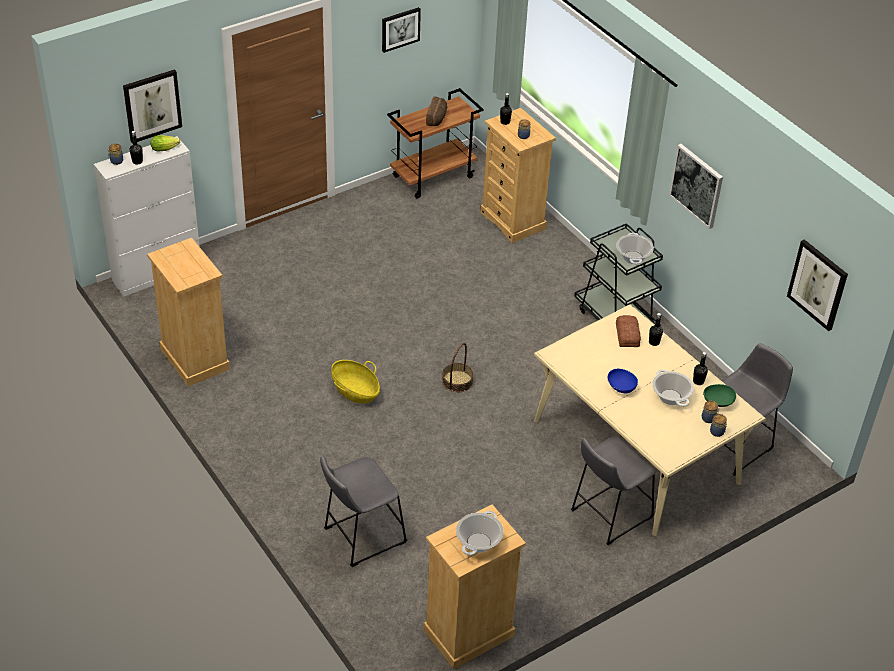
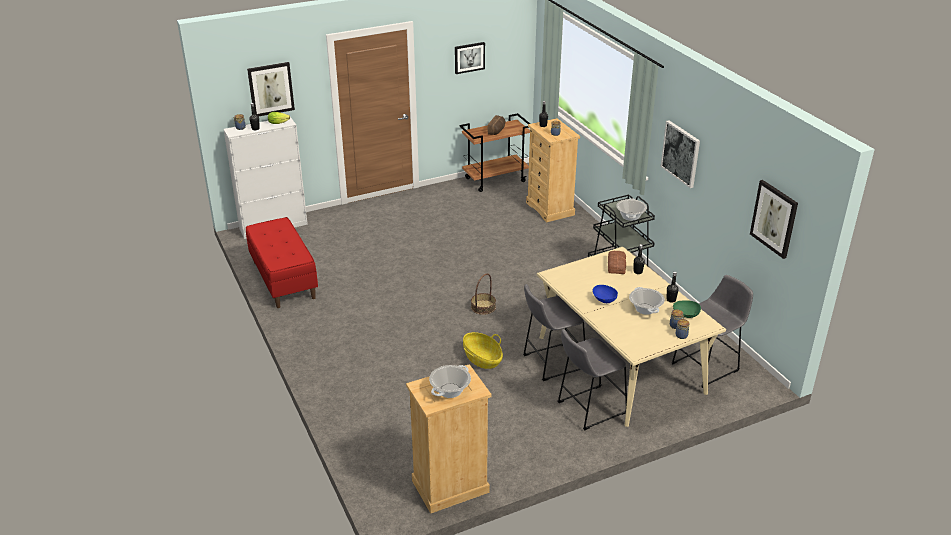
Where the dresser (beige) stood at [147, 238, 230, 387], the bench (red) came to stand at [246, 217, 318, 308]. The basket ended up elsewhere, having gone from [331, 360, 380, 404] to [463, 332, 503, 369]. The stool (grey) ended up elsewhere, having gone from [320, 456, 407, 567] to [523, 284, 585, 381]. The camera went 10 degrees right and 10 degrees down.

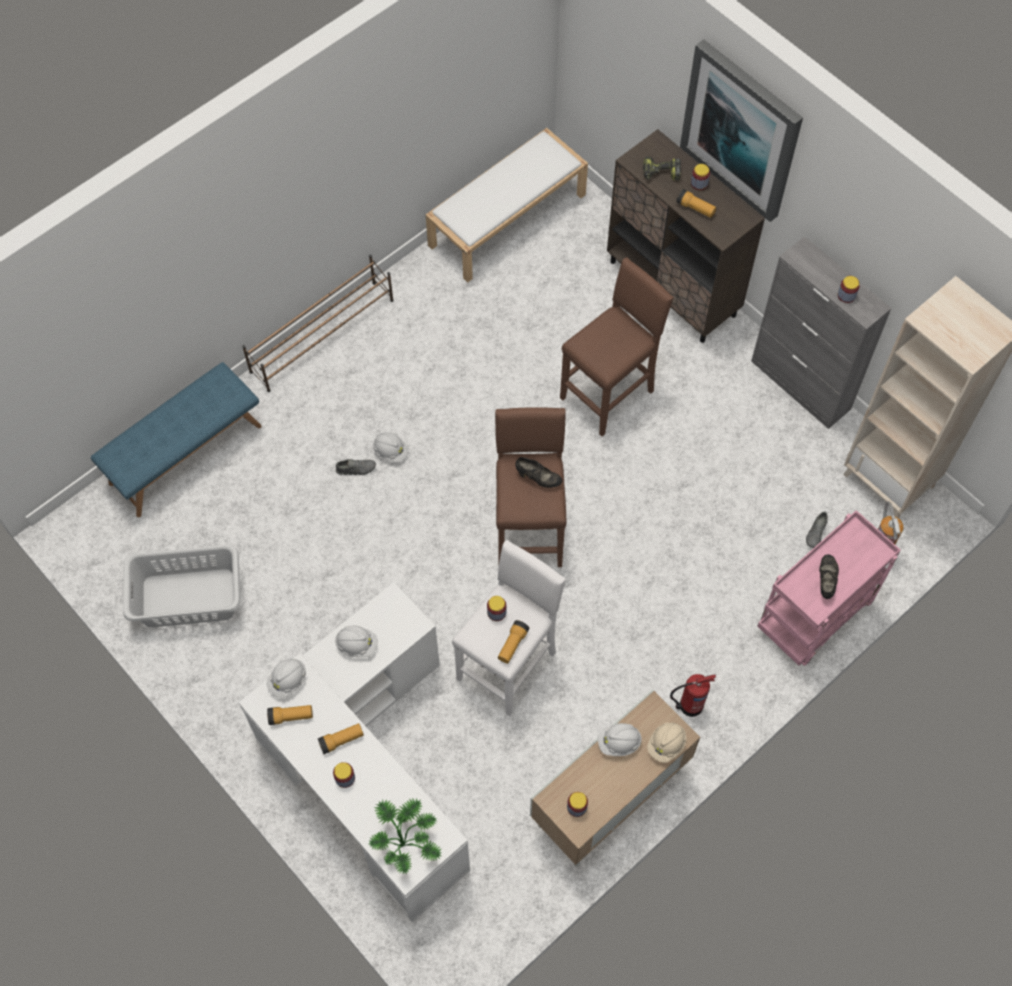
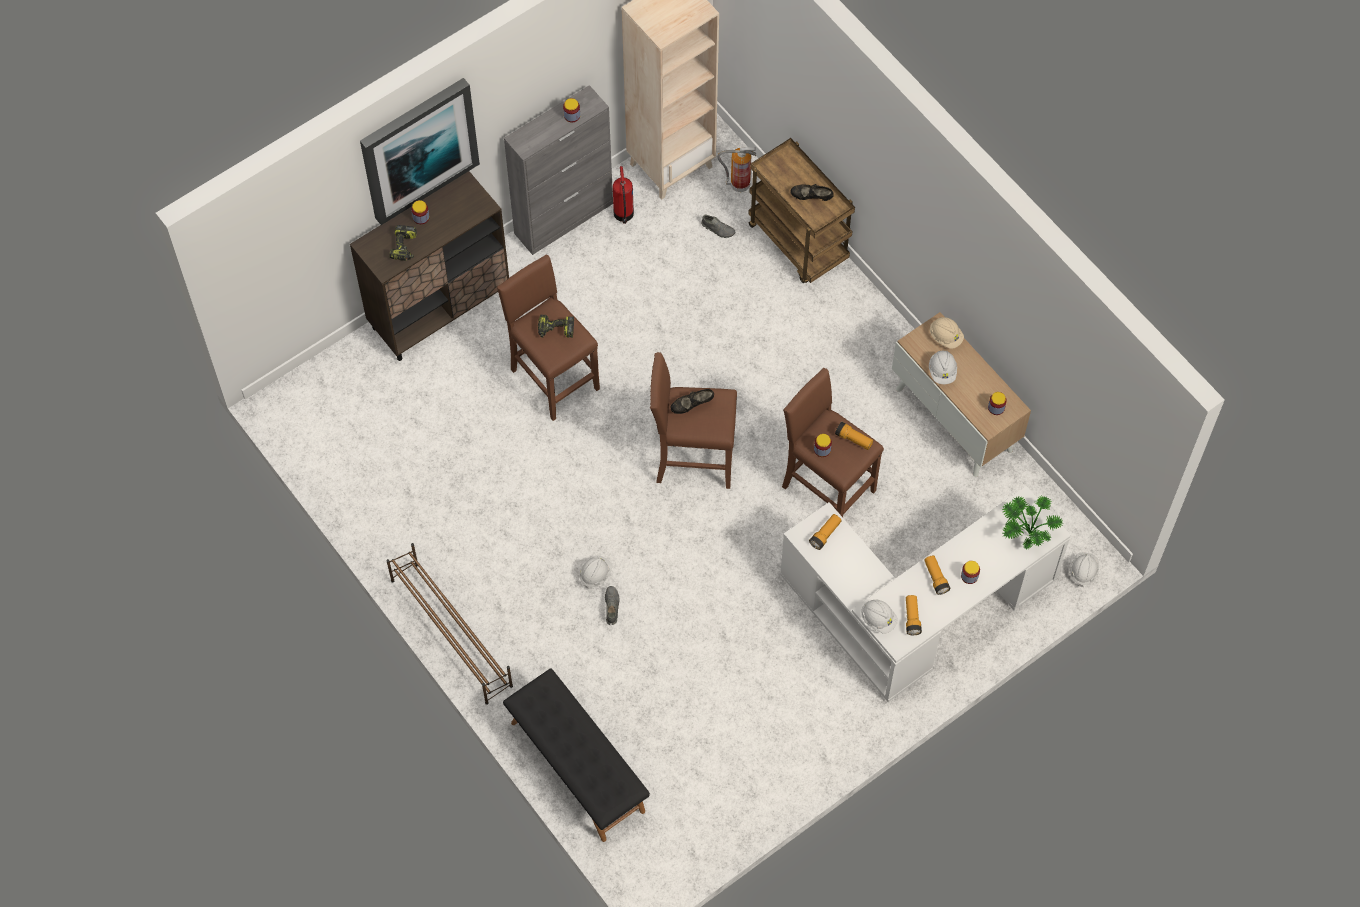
What was the bench (blue) at [91, 362, 262, 517] turned into the bench (black) at [503, 669, 650, 842]. The second view gained the power drill at [538, 314, 574, 338]. The fire extinguisher ended up elsewhere, having gone from [670, 674, 716, 717] to [613, 166, 634, 224]. The shoe (black) at [515, 457, 562, 488] ended up facing another way, 135 degrees counterclockwise from before. What was the cart (pink) at [757, 510, 901, 666] turned into the cart (brown) at [748, 138, 855, 283]. What was the stool (white) at [452, 540, 566, 716] turned into the stool (brown) at [782, 368, 884, 517]. The flashlight ended up elsewhere, having gone from [676, 189, 716, 218] to [809, 514, 842, 550]. The hard hat (white) ended up elsewhere, having gone from [335, 625, 378, 658] to [1070, 552, 1099, 587]. The second view lost the laundry basket (grey) at [123, 545, 240, 628]. The second view lost the bench (white) at [426, 128, 588, 283]. The camera went 85 degrees left and 0 degrees up.

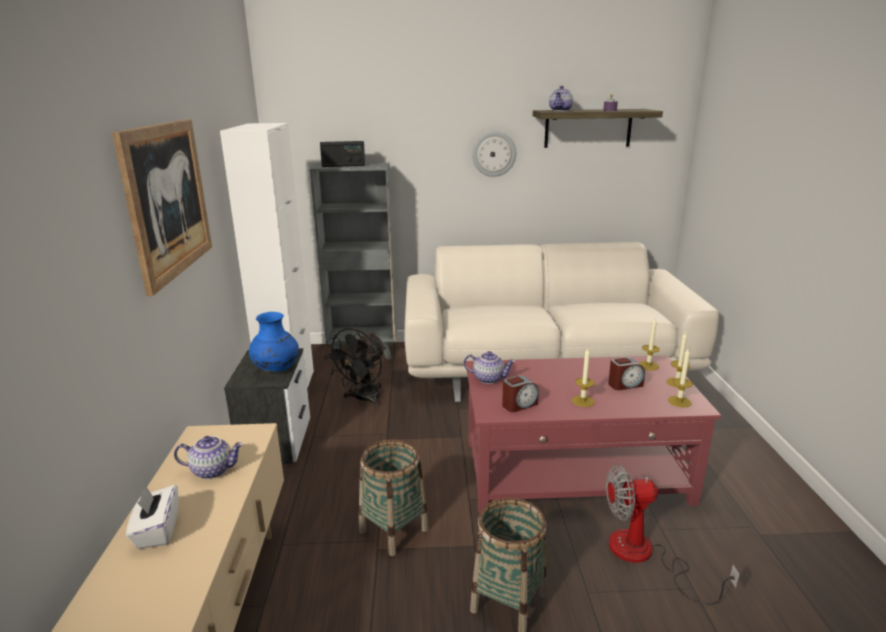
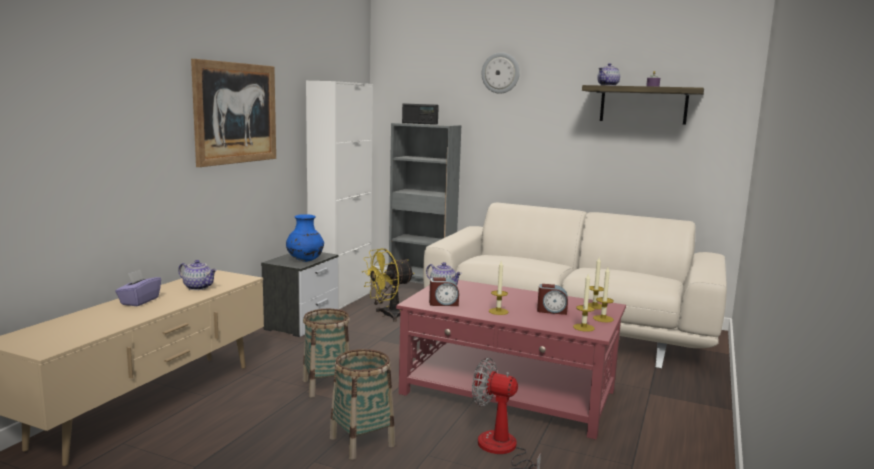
What was the tissue box (white) at [126, 485, 179, 549] turned into the tissue box (purple) at [115, 269, 161, 306]. What was the fan (black) at [324, 328, 386, 407] turned into the fan (yellow) at [362, 248, 415, 322]. The wall clock ended up elsewhere, having gone from [472, 131, 516, 177] to [482, 53, 520, 94]. The camera went 25 degrees right and 10 degrees down.

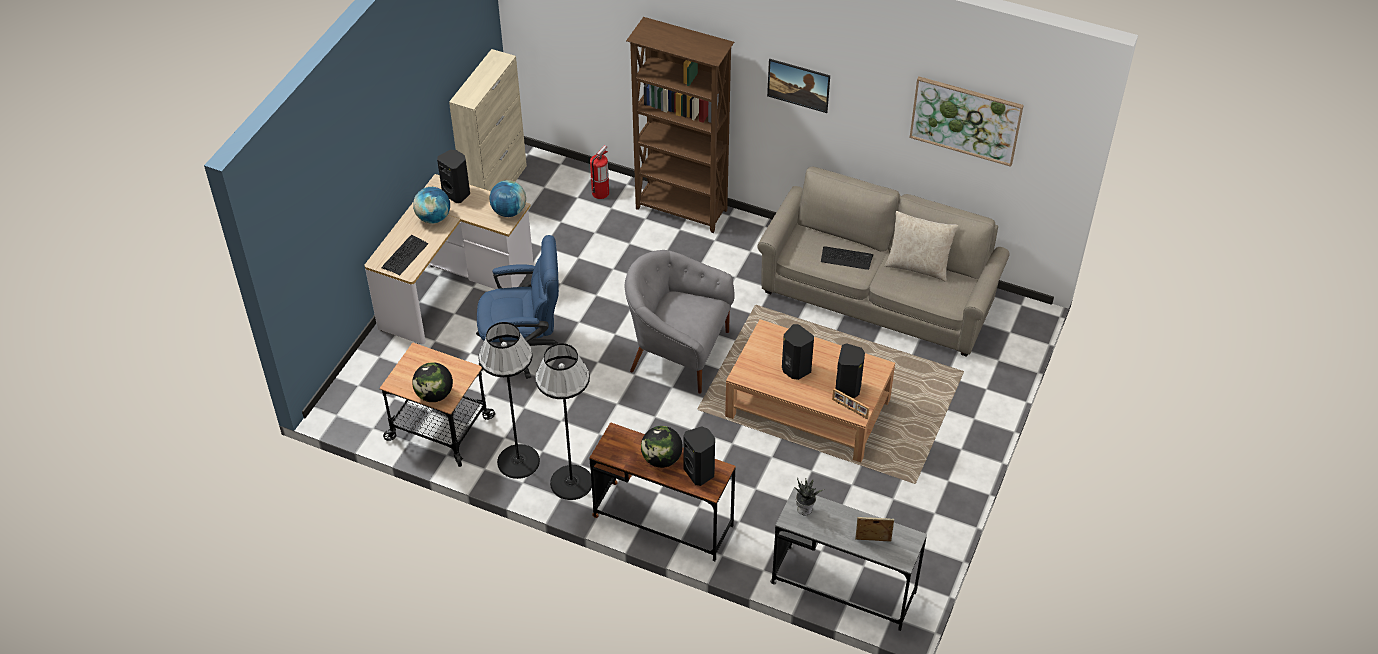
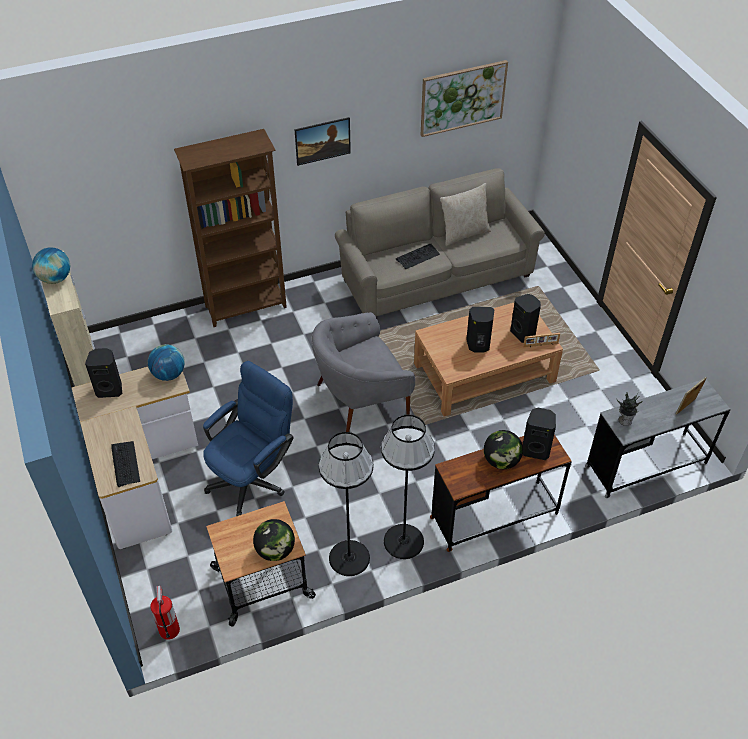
The globe ended up elsewhere, having gone from [413, 187, 450, 224] to [32, 247, 70, 284]. The fire extinguisher ended up elsewhere, having gone from [590, 145, 609, 199] to [150, 586, 180, 640]. The camera went 45 degrees left and 0 degrees up.

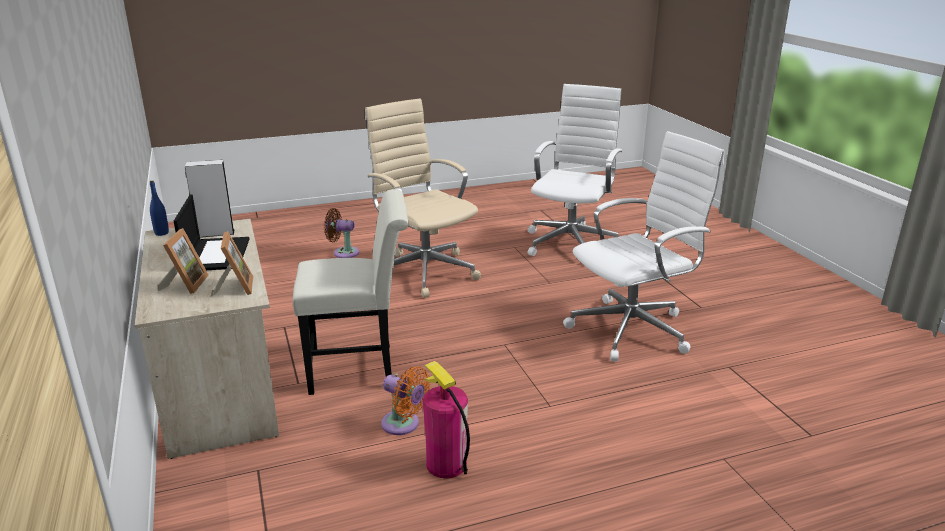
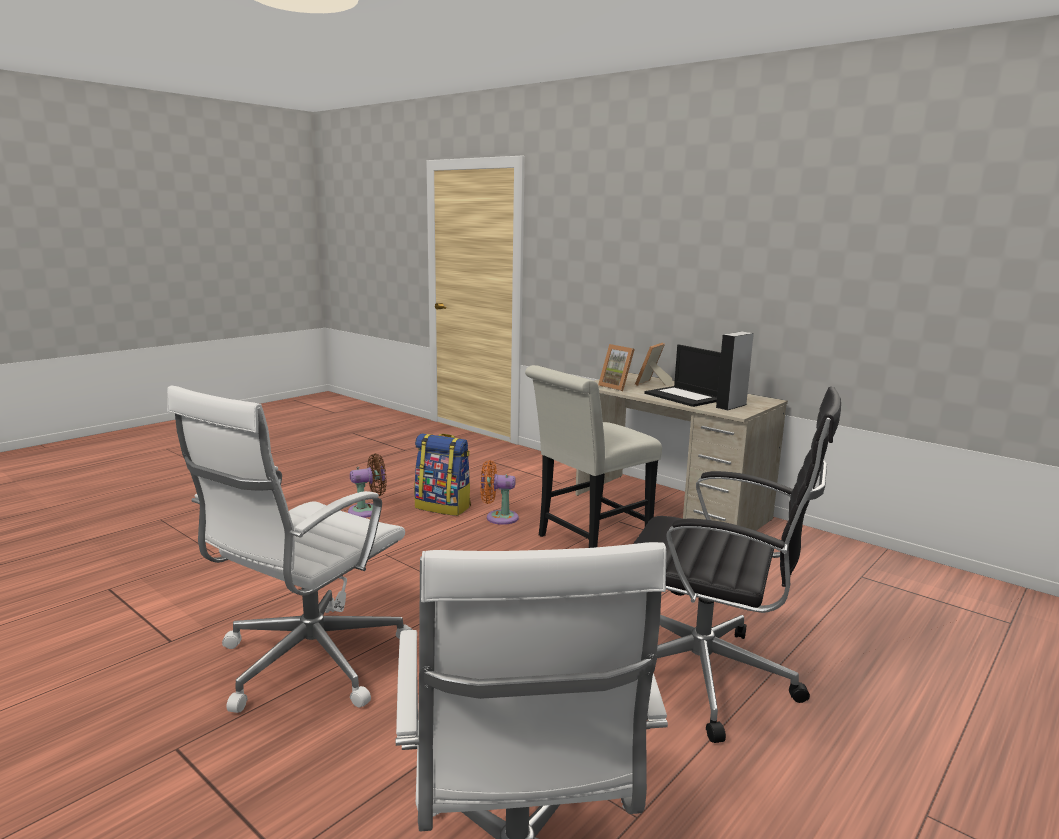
The fan (brown) ended up elsewhere, having gone from [325, 208, 359, 258] to [348, 453, 386, 518]. Where the fire extinguisher stood at [422, 361, 470, 478], the backpack came to stand at [414, 434, 471, 516]. What was the office chair (beige) at [365, 98, 481, 298] turned into the office chair (black) at [633, 387, 841, 743]. The picture frame at [158, 228, 209, 294] ended up facing another way, 60 degrees clockwise from before. The second view lost the bottle (blue) at [150, 181, 169, 236]. The camera went 150 degrees right and 10 degrees down.

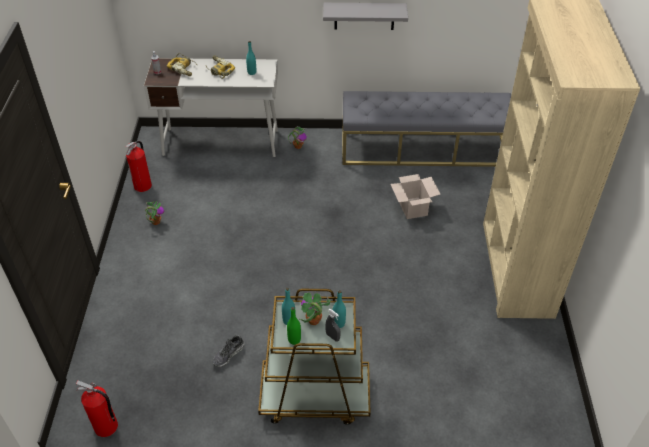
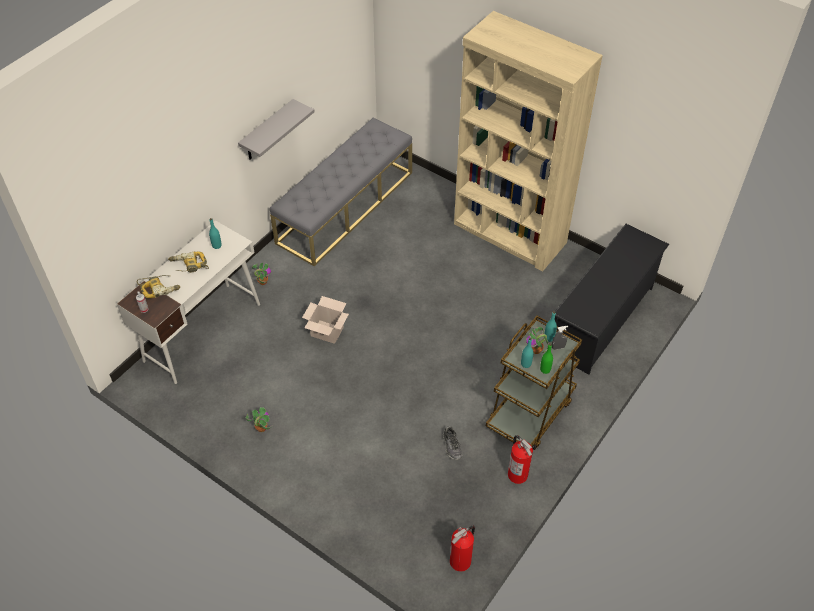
The cardboard box ended up elsewhere, having gone from [391, 174, 440, 219] to [302, 296, 349, 344]. The fire extinguisher ended up elsewhere, having gone from [125, 141, 152, 192] to [508, 435, 533, 484]. The second view gained the shoe rack (black) at [555, 224, 669, 375]. The camera went 55 degrees left and 5 degrees up.

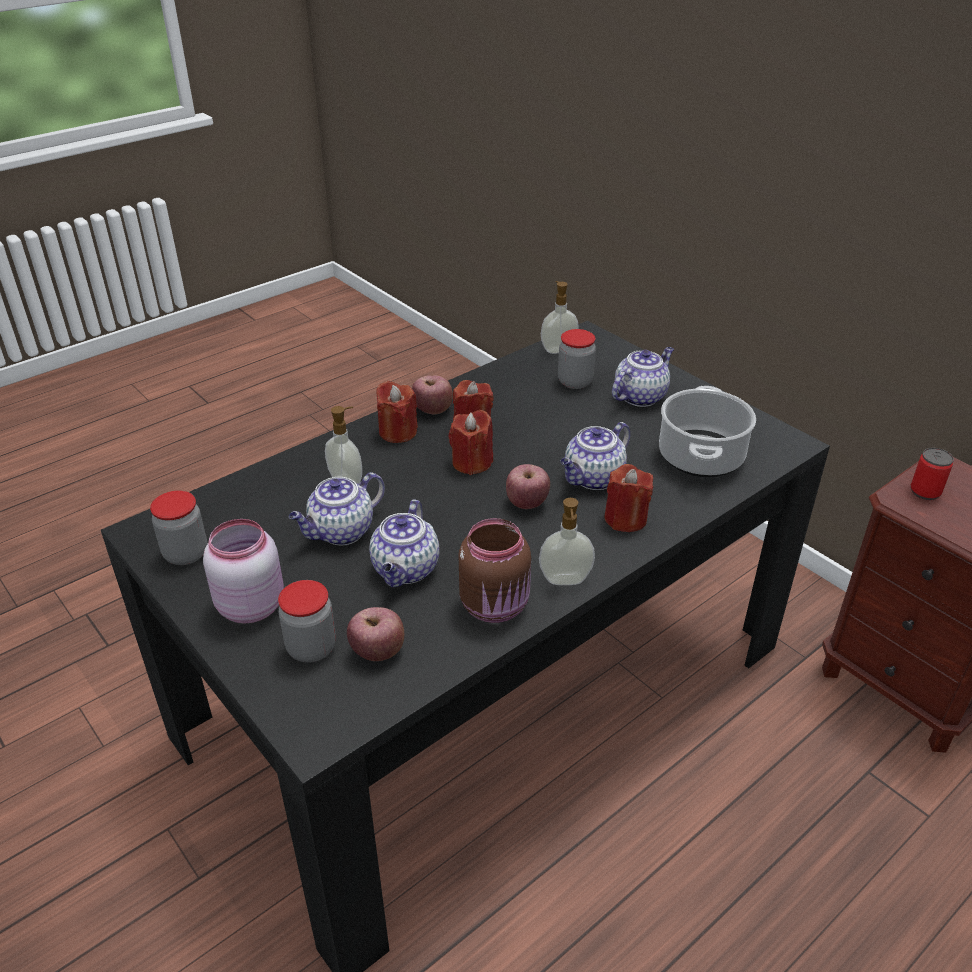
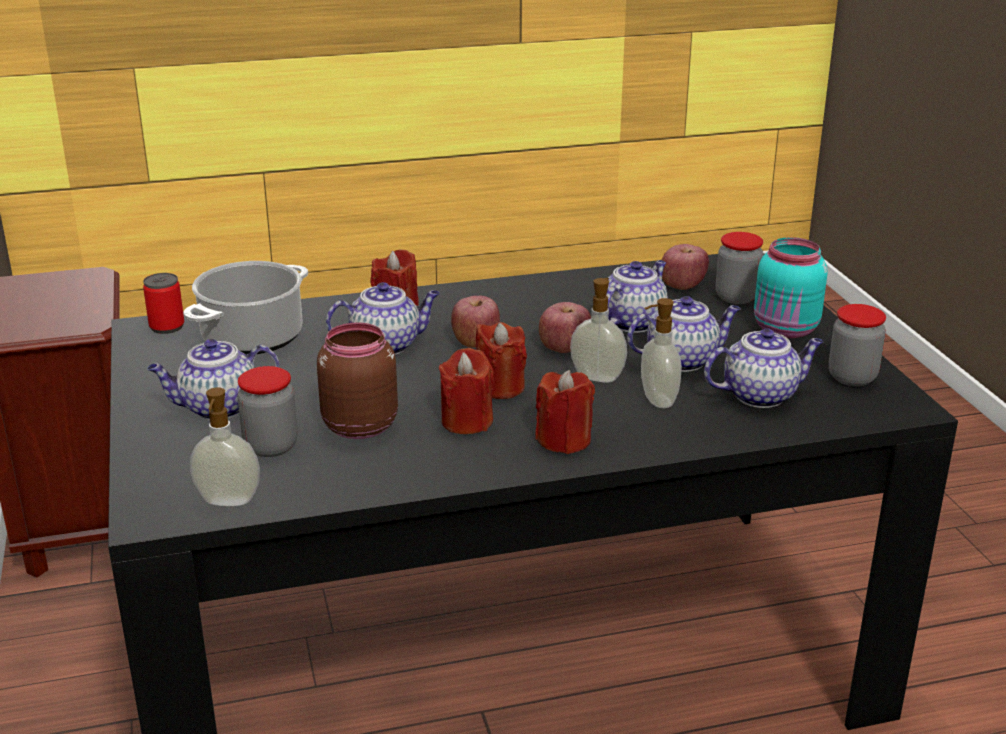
The can ended up elsewhere, having gone from [911, 448, 954, 500] to [143, 273, 184, 334]. The jar (brown) ended up elsewhere, having gone from [459, 518, 531, 623] to [317, 322, 398, 439]. The apple ended up elsewhere, having gone from [412, 375, 453, 414] to [539, 302, 591, 353]. The soap dispenser ended up elsewhere, having gone from [539, 498, 595, 585] to [570, 278, 627, 383]. The second view gained the teapot at [704, 328, 824, 408]. What was the jar (pink) at [203, 519, 284, 624] turned into the jar (turquoise) at [754, 237, 828, 338]. The camera went 155 degrees left and 10 degrees down.

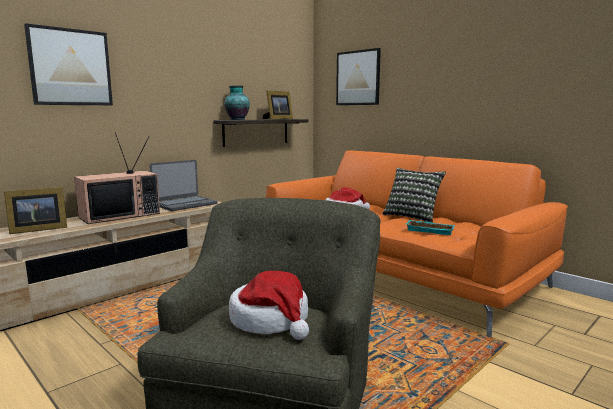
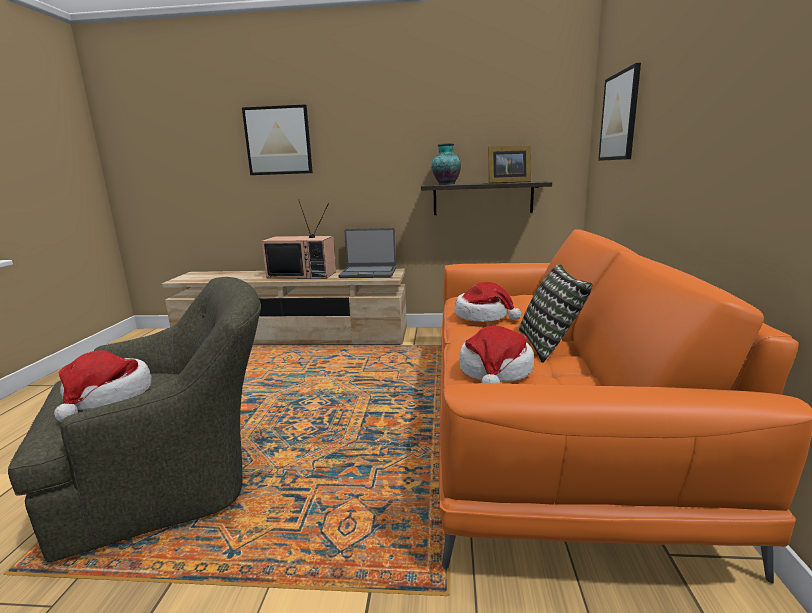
Where the tray (turquoise) stood at [407, 220, 455, 235], the hat came to stand at [460, 326, 534, 383]. The second view lost the picture frame at [4, 187, 67, 234]. The camera went 50 degrees right and 5 degrees up.

